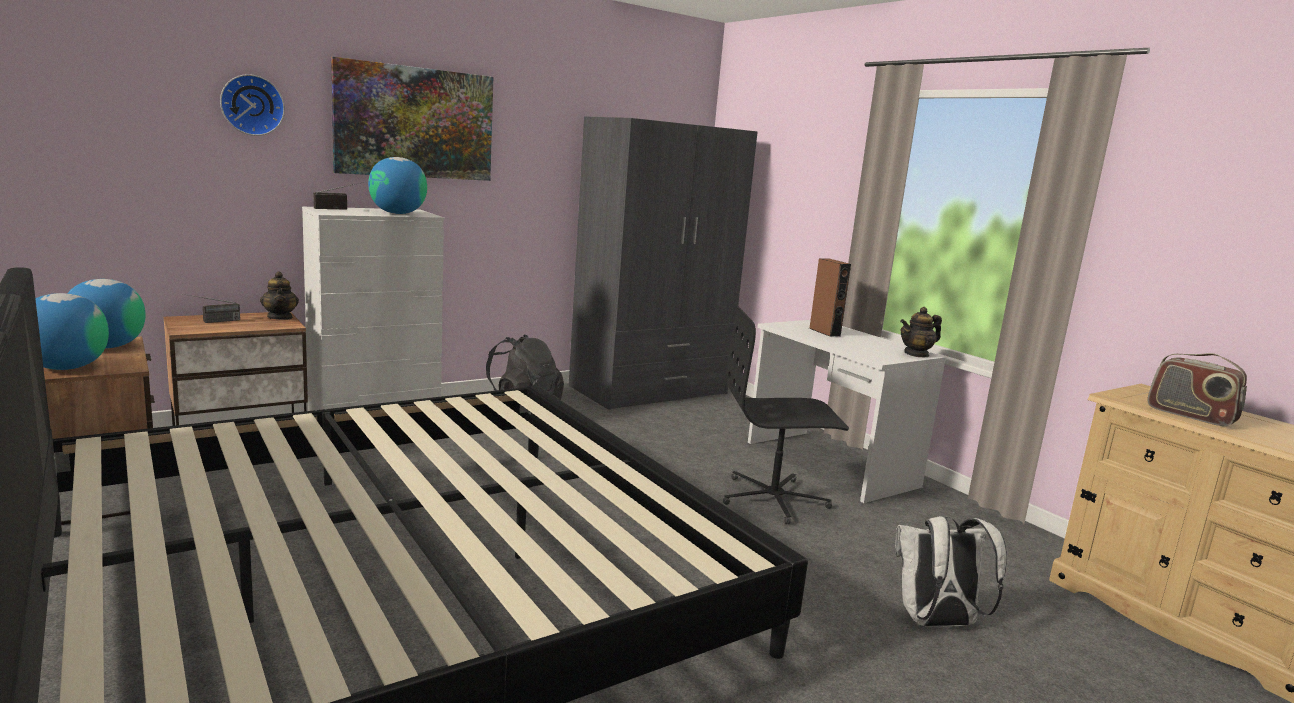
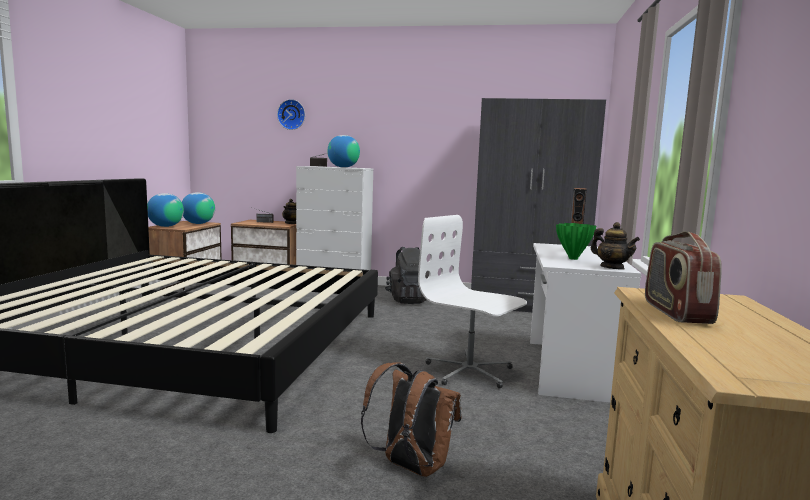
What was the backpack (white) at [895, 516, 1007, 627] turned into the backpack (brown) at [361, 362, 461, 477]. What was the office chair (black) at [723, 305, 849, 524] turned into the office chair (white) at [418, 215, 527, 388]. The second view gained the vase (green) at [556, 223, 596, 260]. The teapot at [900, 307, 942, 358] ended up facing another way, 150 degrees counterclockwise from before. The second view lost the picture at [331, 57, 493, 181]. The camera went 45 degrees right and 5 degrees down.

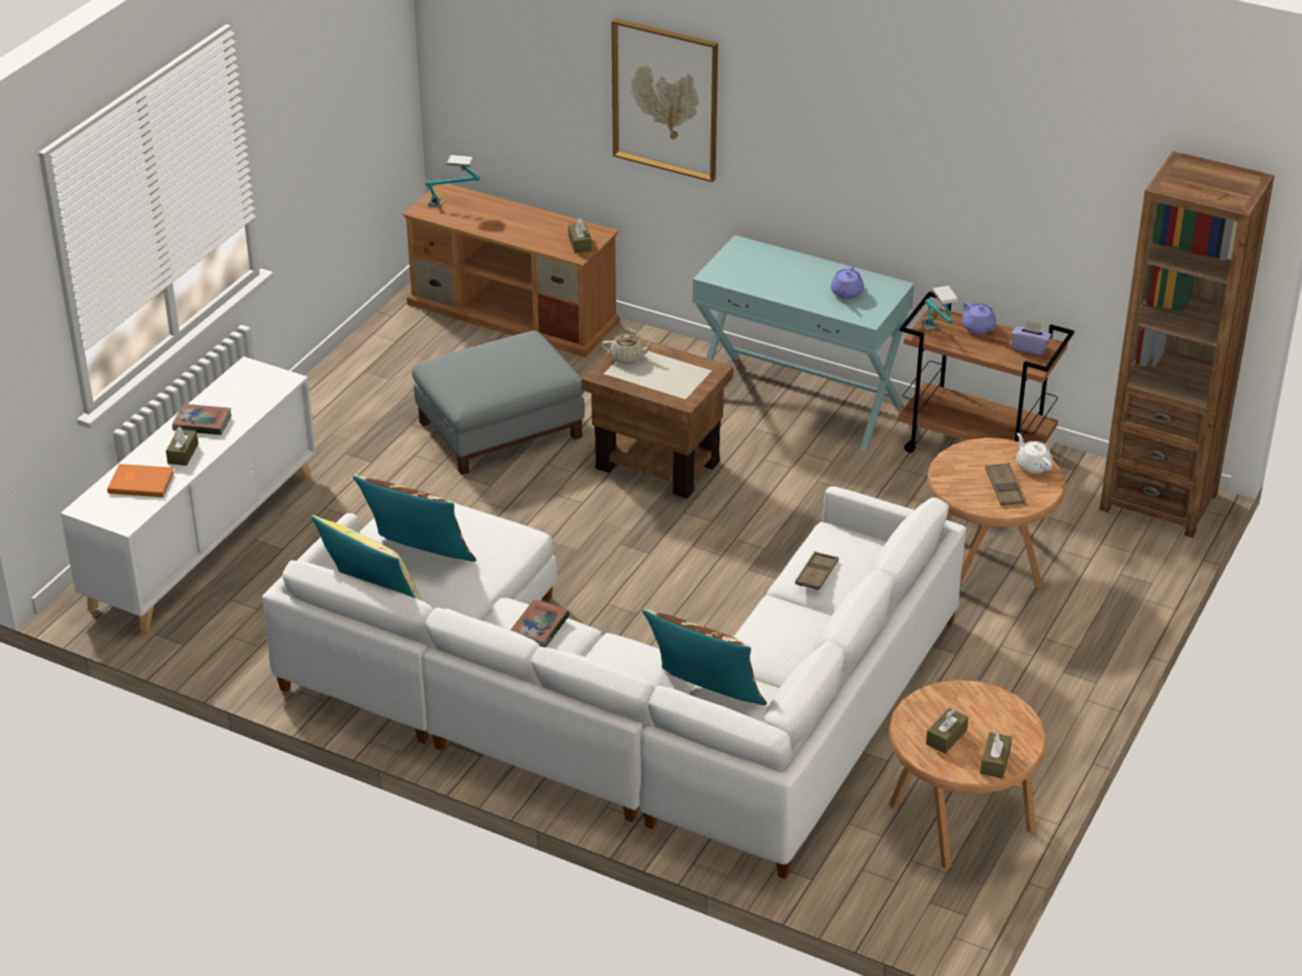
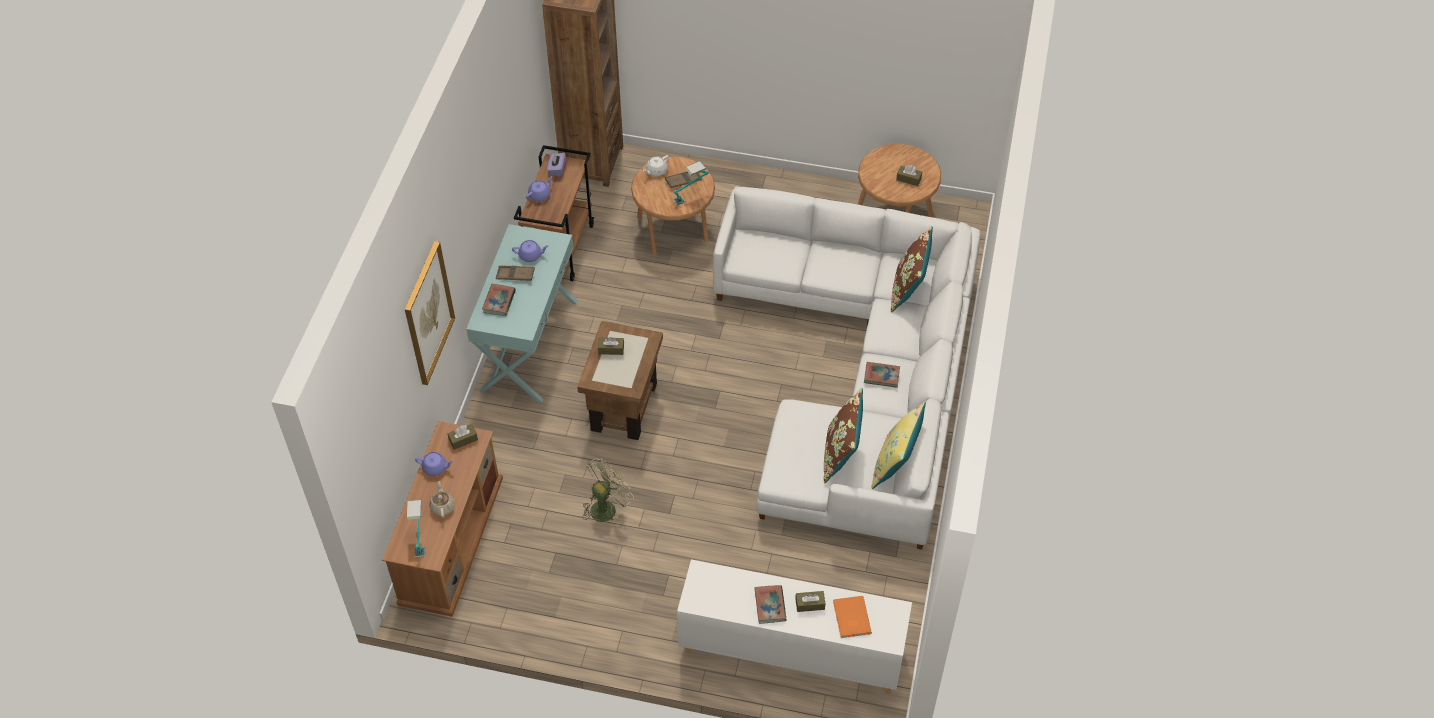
The second view gained the teapot (purple) at [415, 452, 454, 476]. The teapot (beige) ended up elsewhere, having gone from [602, 334, 655, 364] to [429, 481, 455, 518]. The second view gained the book at [482, 284, 516, 316]. The tray (brown) ended up elsewhere, having gone from [795, 551, 839, 590] to [496, 265, 535, 281]. Where the ottoman (grey) stood at [412, 330, 585, 475], the fan (green) came to stand at [583, 458, 634, 522]. The tissue box (brown) ended up elsewhere, having gone from [980, 732, 1012, 779] to [598, 337, 624, 355]. The table lamp ended up elsewhere, having gone from [921, 285, 958, 330] to [673, 161, 709, 205]. The camera went 105 degrees left and 15 degrees up.

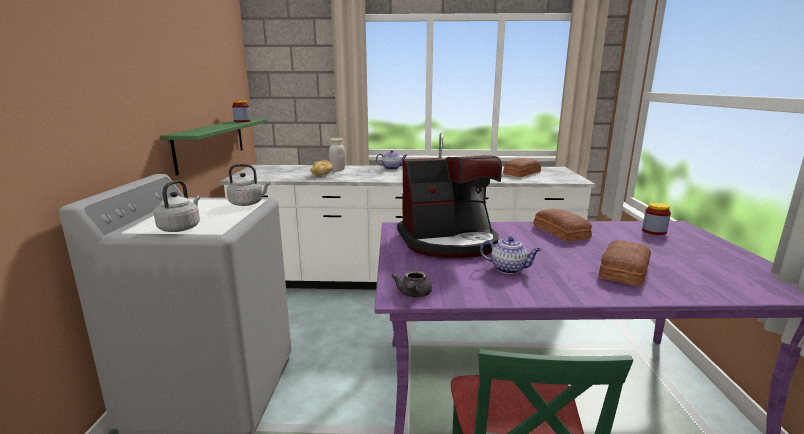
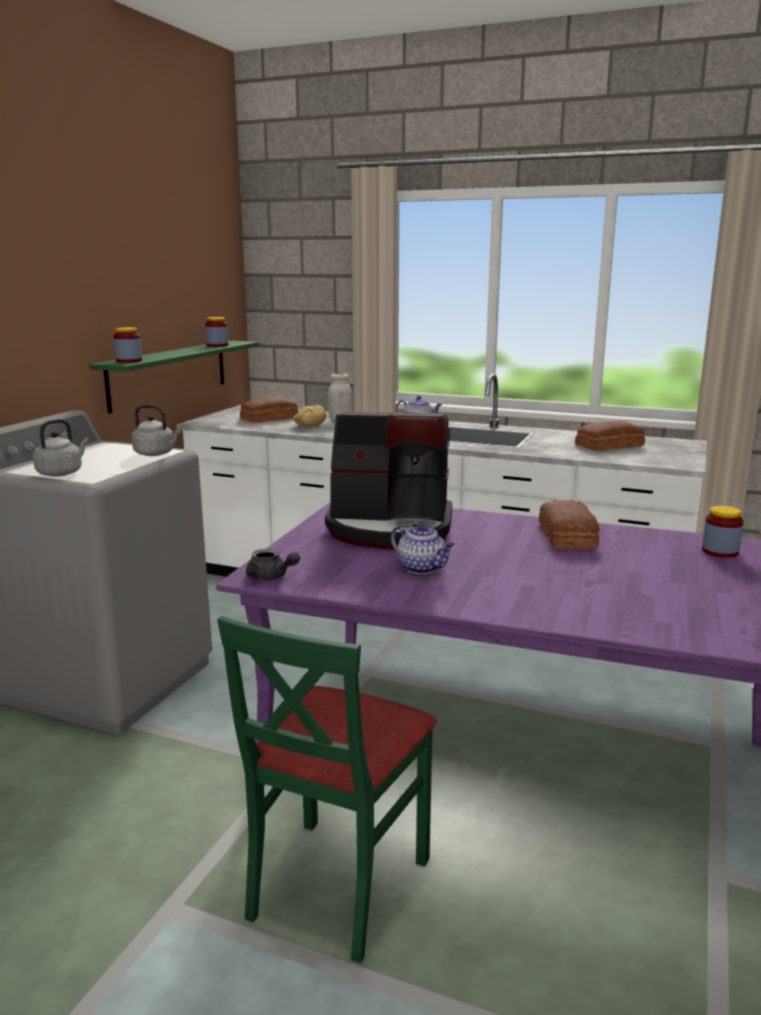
The second view gained the jar at [113, 327, 142, 363]. The bread ended up elsewhere, having gone from [599, 240, 651, 287] to [240, 397, 299, 423]. The teapot (grey) at [391, 270, 432, 298] ended up facing another way, 90 degrees counterclockwise from before. The camera went 20 degrees right and 0 degrees up.

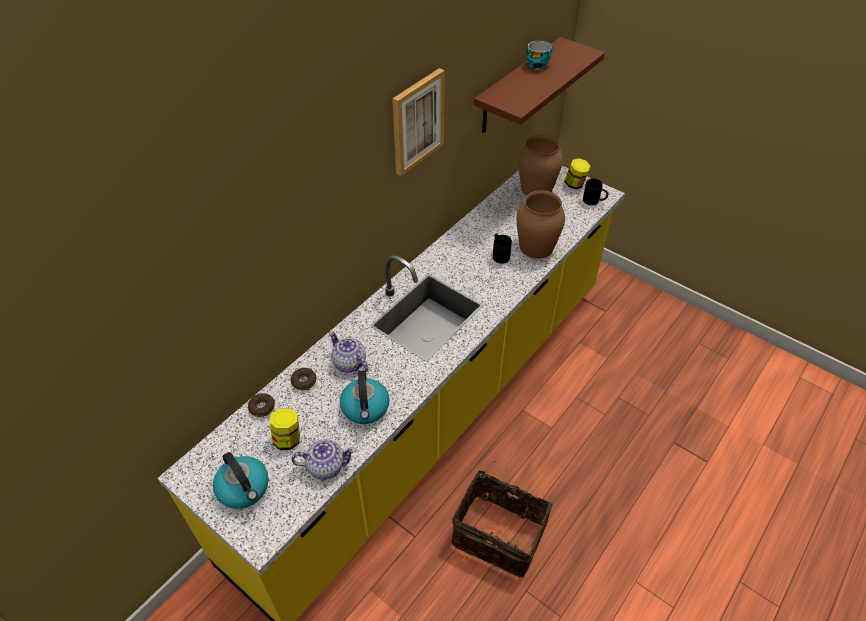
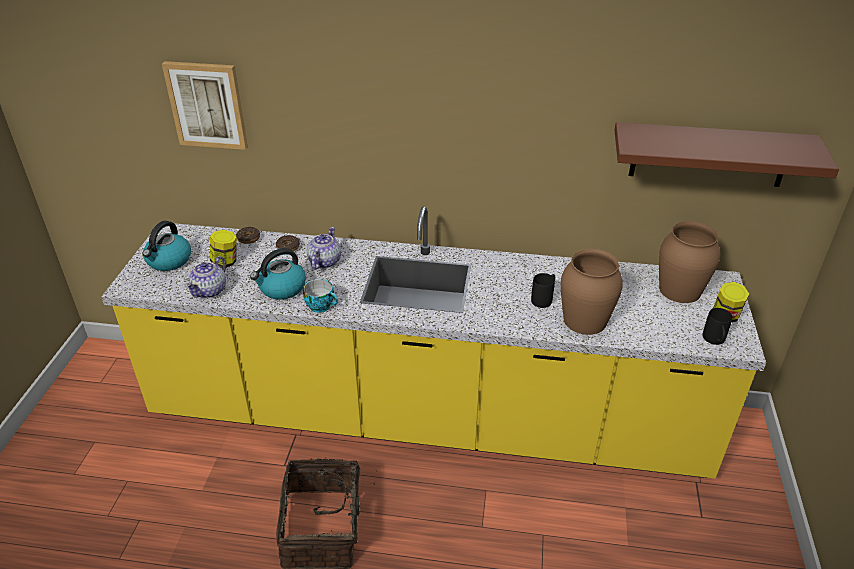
The picture ended up elsewhere, having gone from [392, 68, 445, 176] to [162, 61, 248, 150]. The teapot at [291, 439, 356, 480] ended up facing another way, 60 degrees clockwise from before. The cup ended up elsewhere, having gone from [526, 41, 553, 69] to [303, 279, 338, 313]. The camera went 60 degrees right and 10 degrees down.

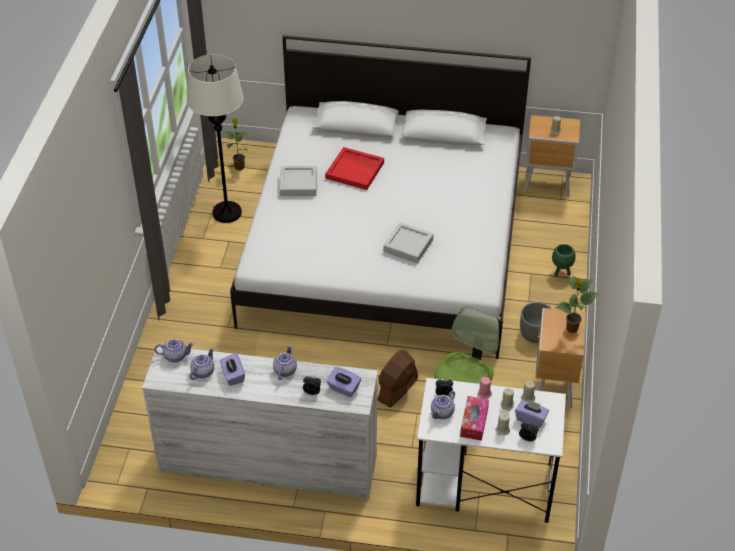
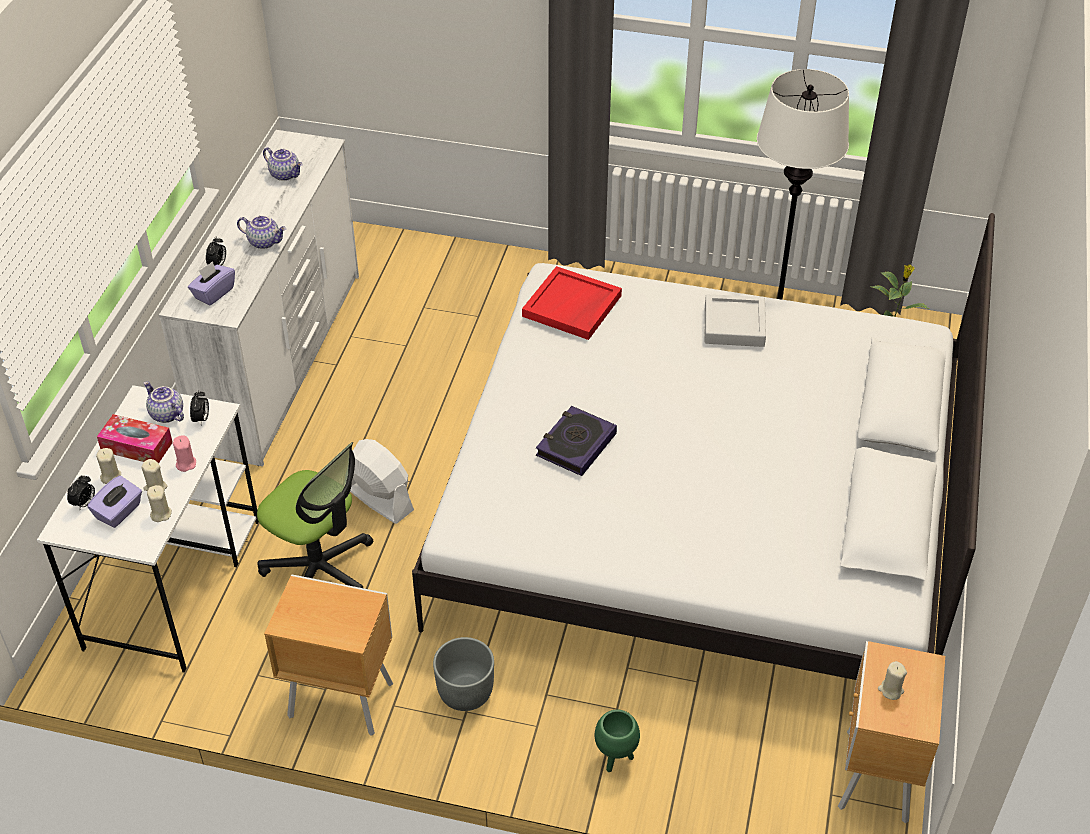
What was the fan (brown) at [377, 350, 418, 408] turned into the fan (white) at [350, 439, 414, 524]. The tray (red) ended up elsewhere, having gone from [325, 147, 384, 190] to [522, 266, 622, 340]. Where the tray (grey) stood at [383, 223, 433, 263], the book came to stand at [536, 406, 617, 476]. The second view lost the teapot at [155, 339, 194, 362]. The second view lost the tissue box (purple) at [220, 353, 245, 386]. The second view lost the potted plant at [555, 276, 598, 333]. The camera went 95 degrees right and 0 degrees up.

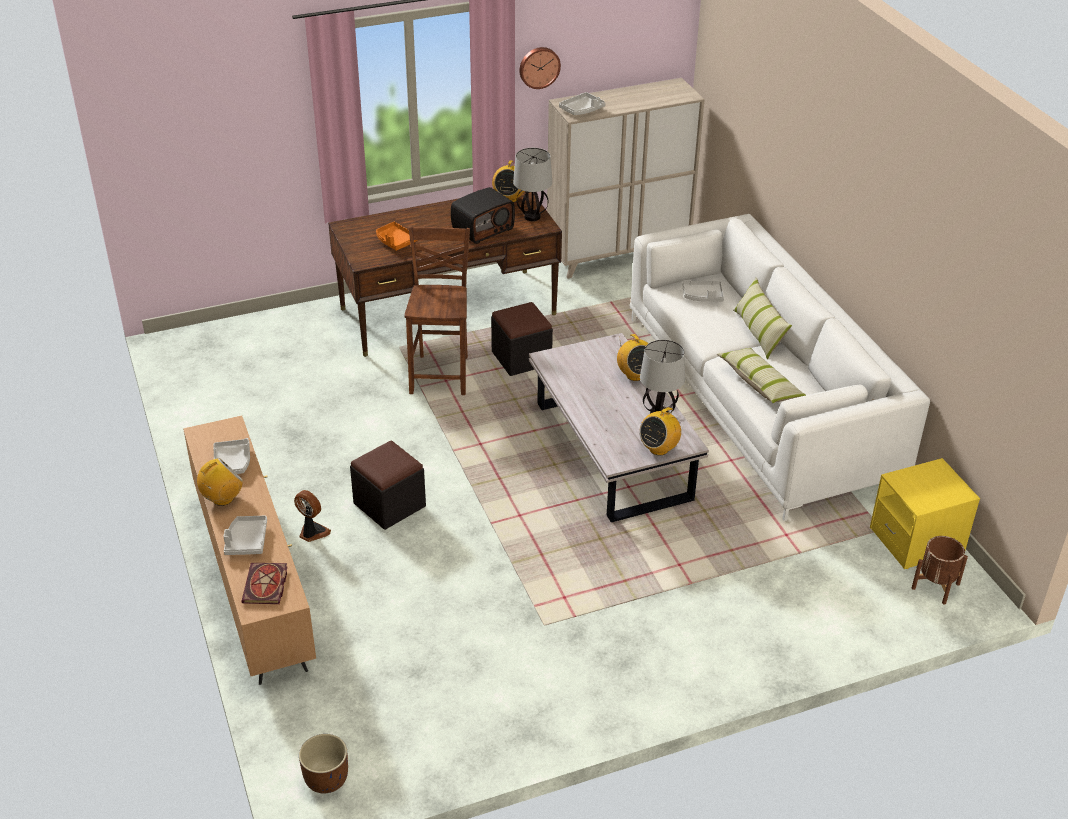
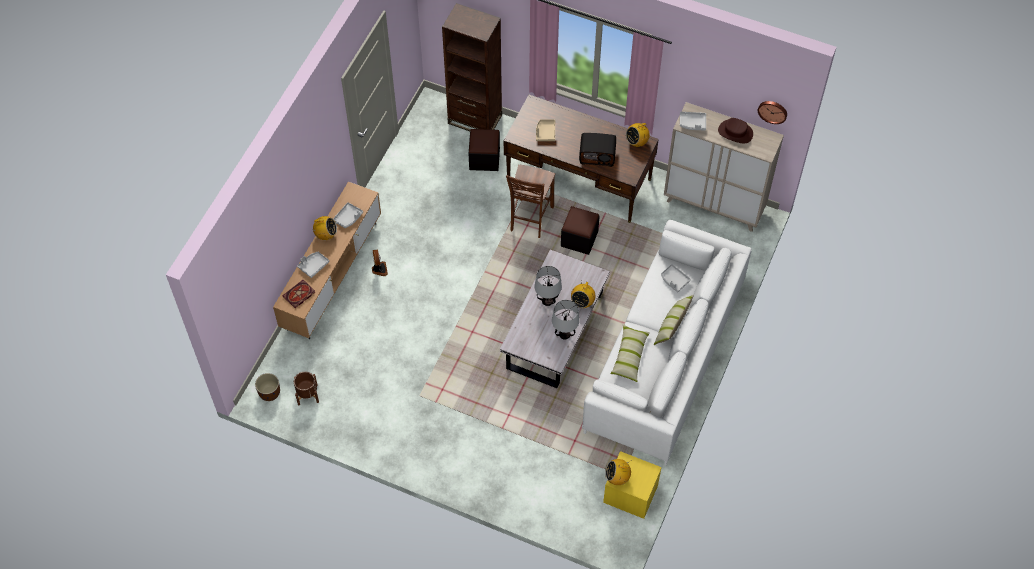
The planter (brown) ended up elsewhere, having gone from [912, 536, 968, 605] to [294, 372, 319, 405]. The second view gained the bookcase (brown) at [442, 3, 502, 131]. The ottoman (black) ended up elsewhere, having gone from [350, 441, 426, 530] to [469, 129, 500, 171]. The chair (brown) at [404, 226, 470, 395] ended up facing another way, 150 degrees clockwise from before. The table lamp ended up elsewhere, having gone from [513, 148, 552, 221] to [534, 266, 562, 306]. What was the tray (orange) at [376, 222, 418, 251] turned into the tray (beige) at [536, 119, 555, 141]. The radio ended up elsewhere, having gone from [639, 404, 681, 456] to [605, 459, 632, 485]. The second view gained the hat (brown) at [718, 118, 753, 144]. The wall clock ended up elsewhere, having gone from [519, 47, 561, 89] to [758, 101, 787, 124]. The camera went 45 degrees right and 20 degrees up.

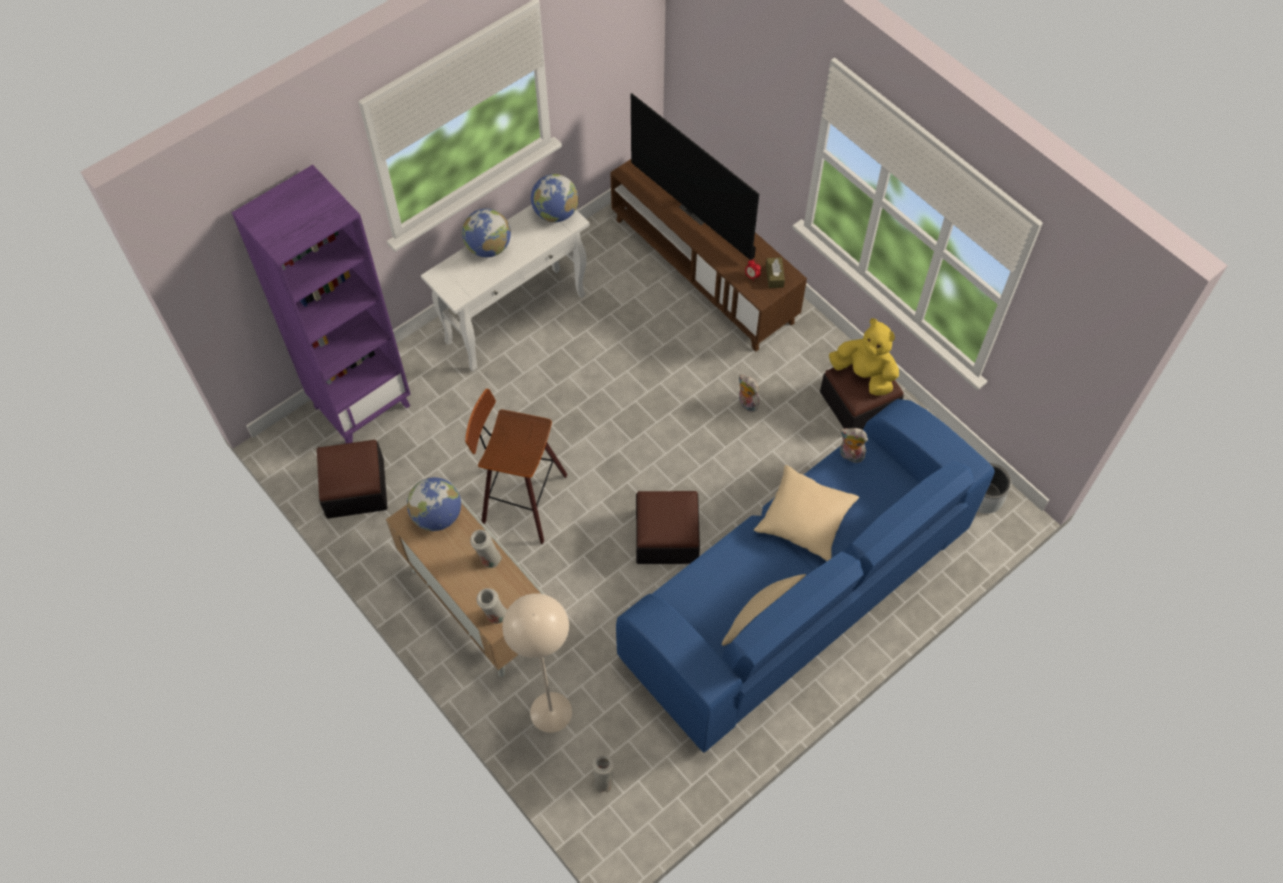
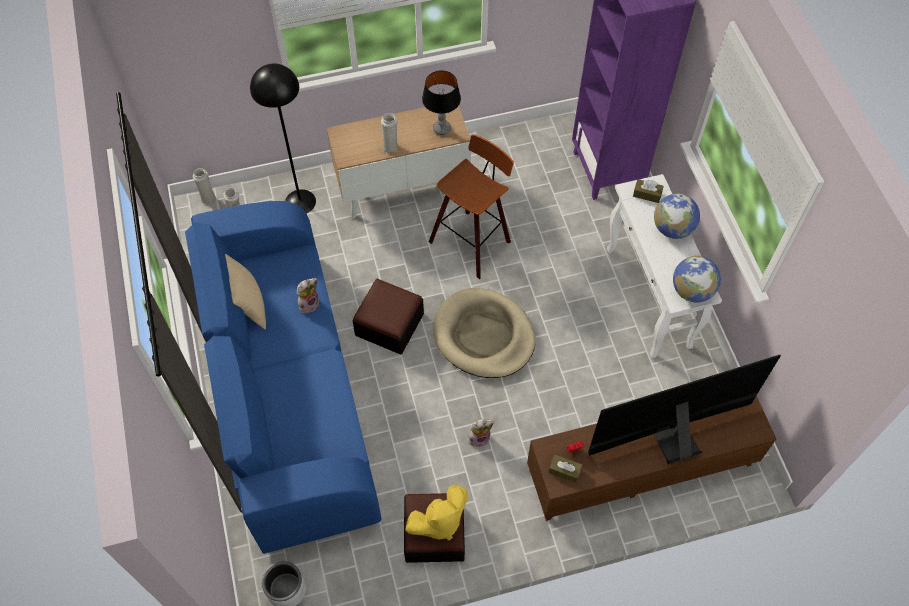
The vase (white) ended up elsewhere, having gone from [477, 588, 507, 624] to [193, 168, 216, 205]. What was the floor lamp (beige) at [503, 593, 572, 733] turned into the floor lamp (black) at [250, 64, 316, 213]. The plush toy ended up elsewhere, having gone from [840, 428, 868, 463] to [297, 278, 319, 313]. Where the globe stood at [407, 477, 461, 531], the table lamp came to stand at [422, 70, 461, 135]. The second view gained the dog bed (beige) at [433, 288, 536, 378]. The second view gained the tissue box (brown) at [633, 179, 664, 203]. The second view lost the ottoman at [317, 440, 388, 518]. The second view lost the pillow (beige) at [754, 465, 859, 561]. The camera went 115 degrees right and 0 degrees up.

